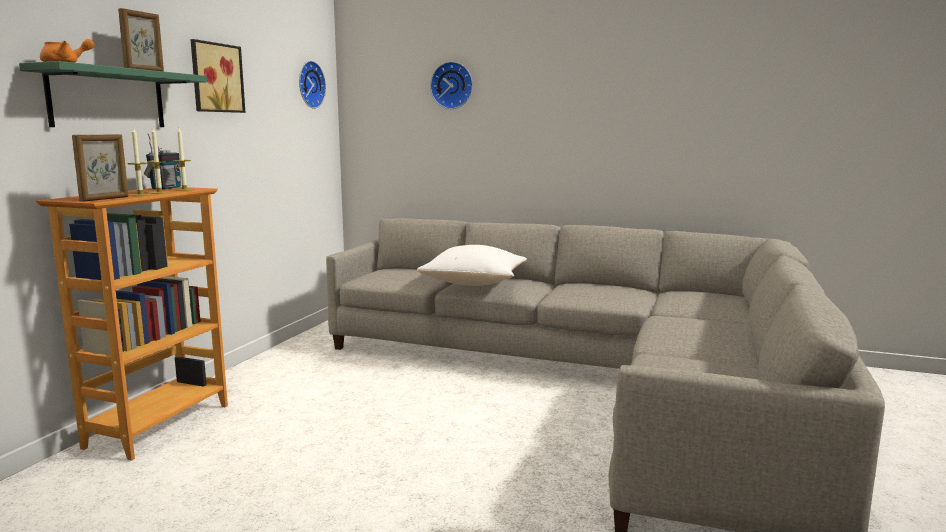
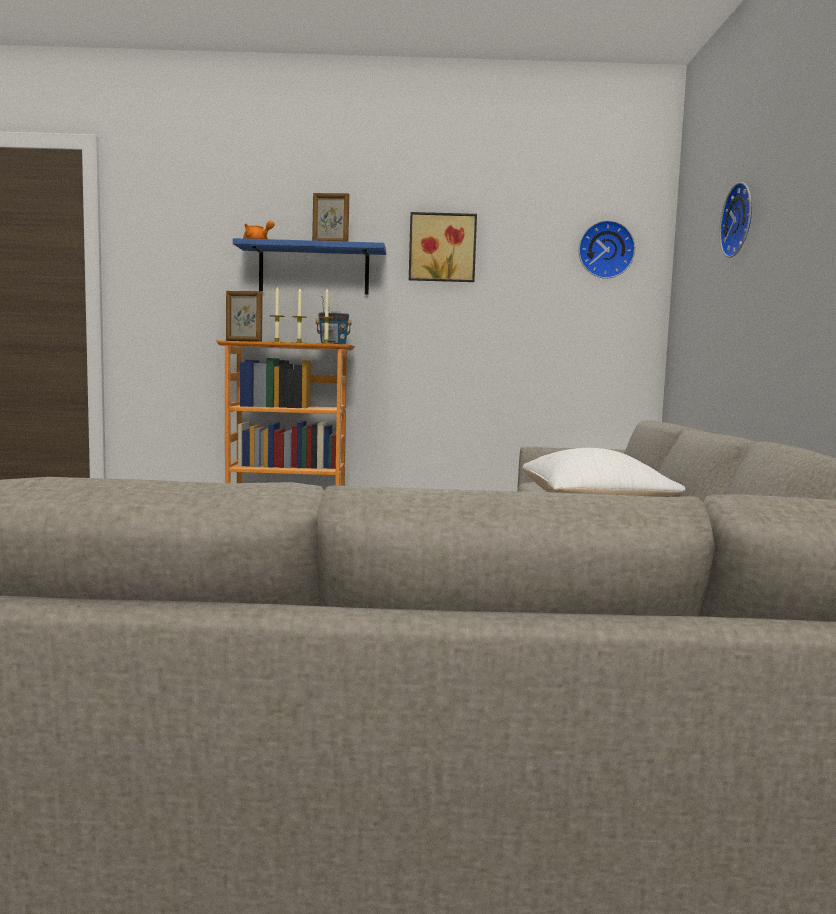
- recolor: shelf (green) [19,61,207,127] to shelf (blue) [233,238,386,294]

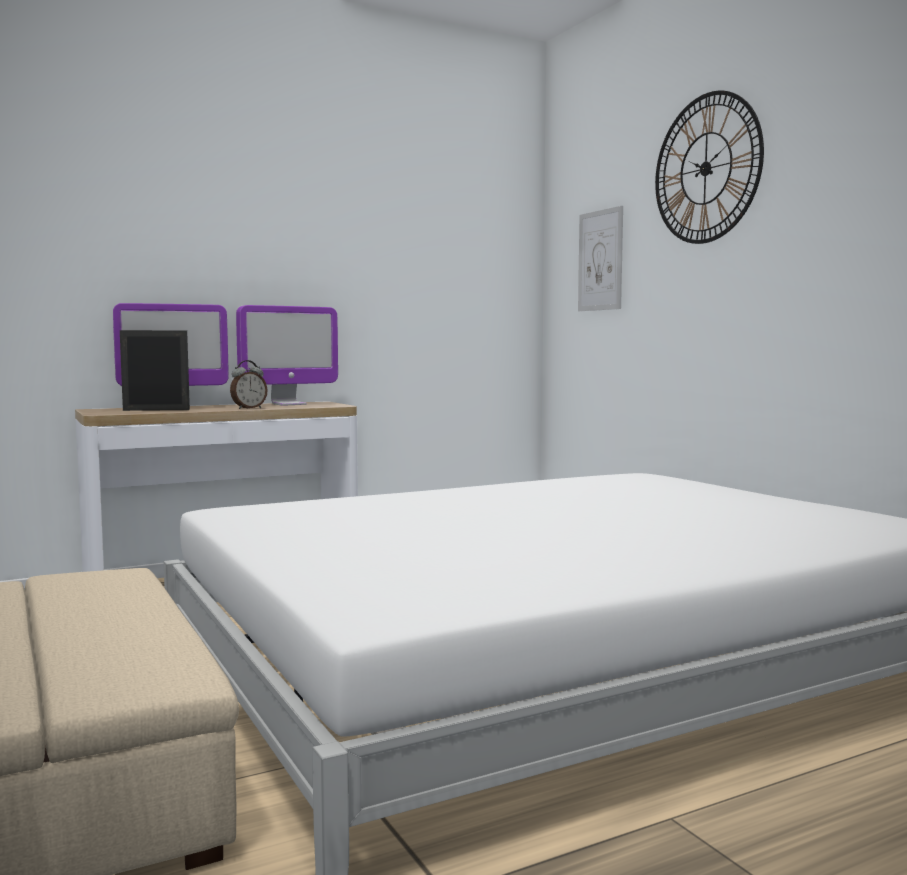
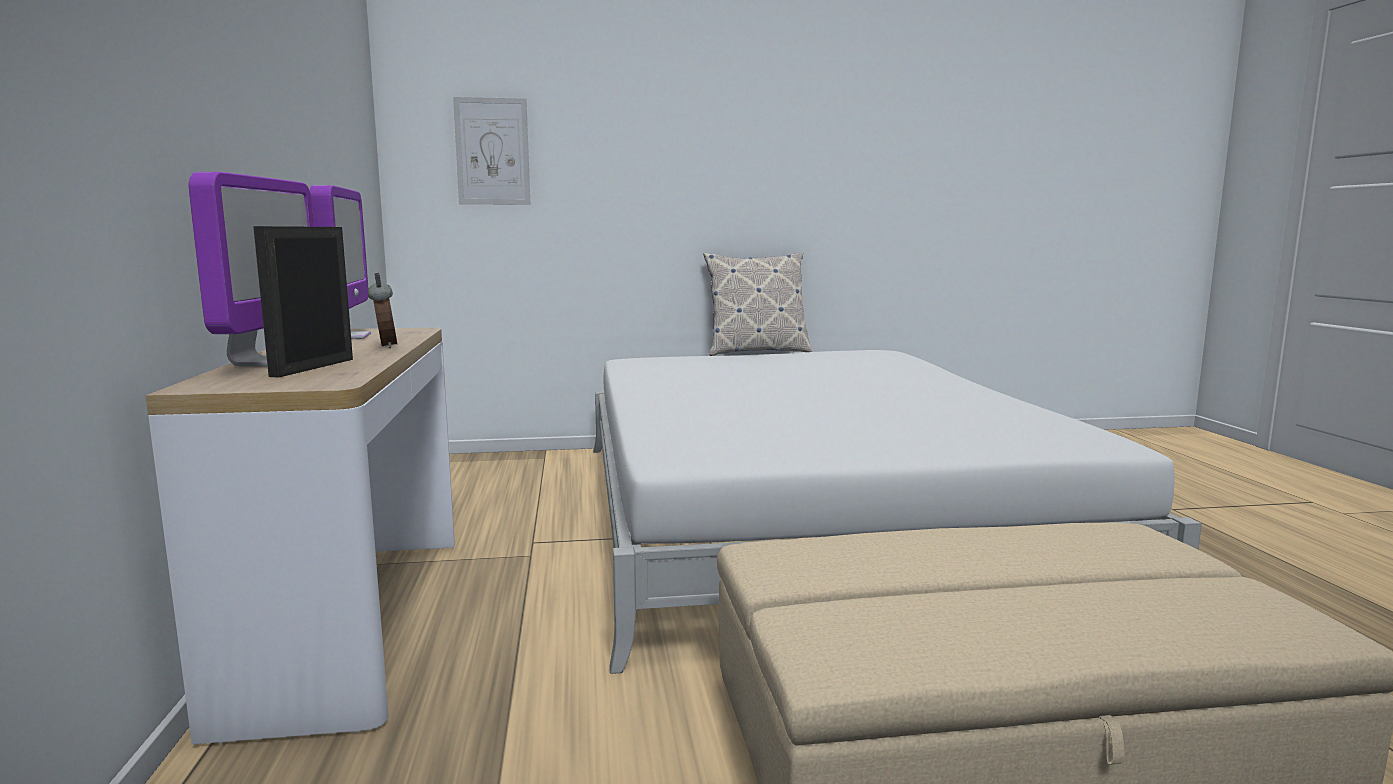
- insert: pillow [704,252,812,356]
- delete: wall clock [655,90,764,244]

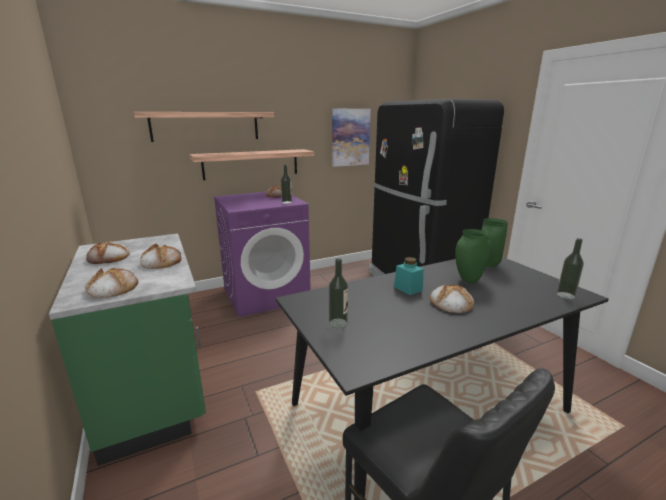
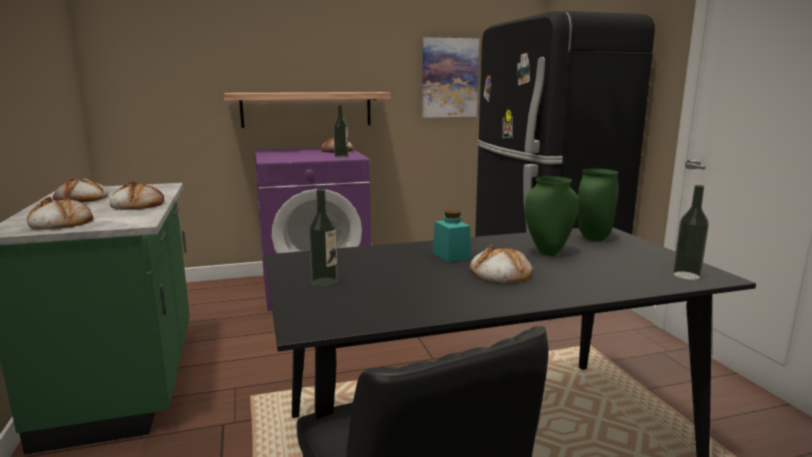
- delete: shelf [134,112,274,142]

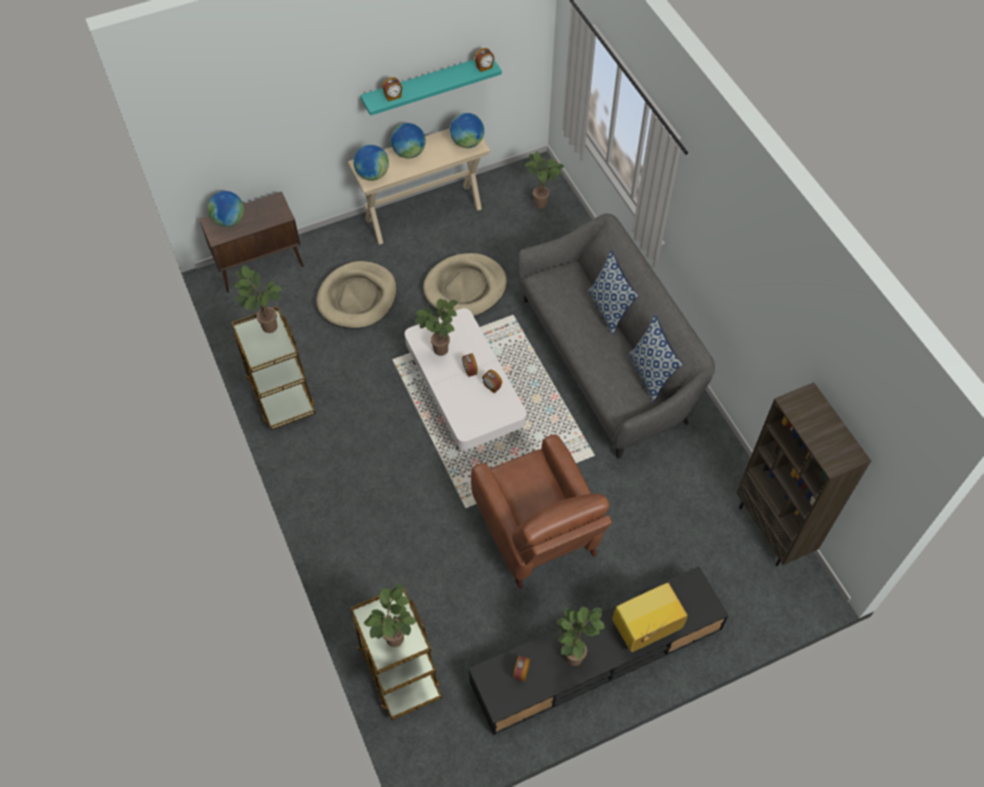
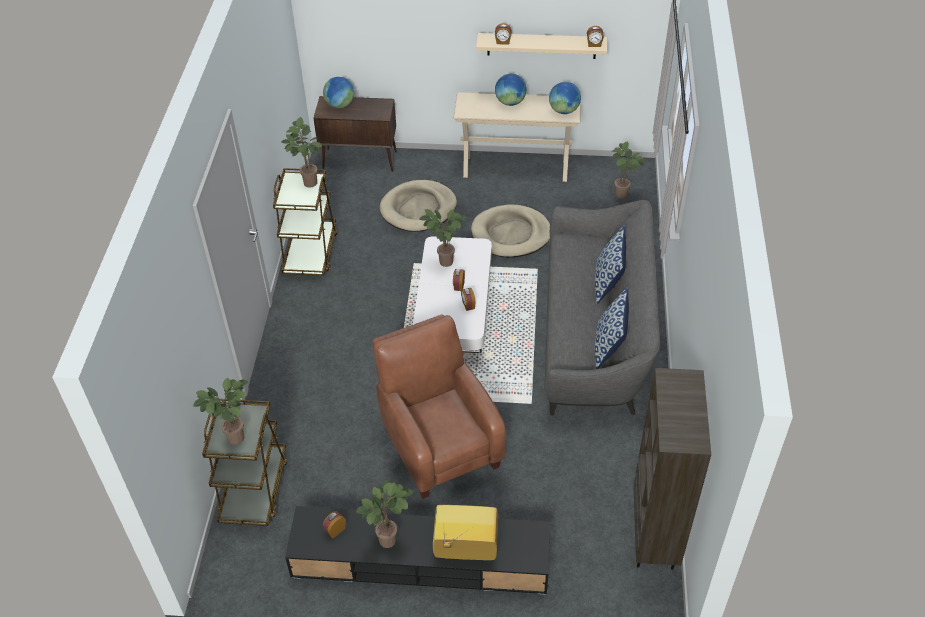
- rotate: armchair (brown) [471,434,612,589] = [372,315,506,499] 150 degrees clockwise
- recolor: shelf (turquoise) [360,59,502,116] to shelf (beige) [476,33,607,59]
- delete: globe [354,145,389,181]

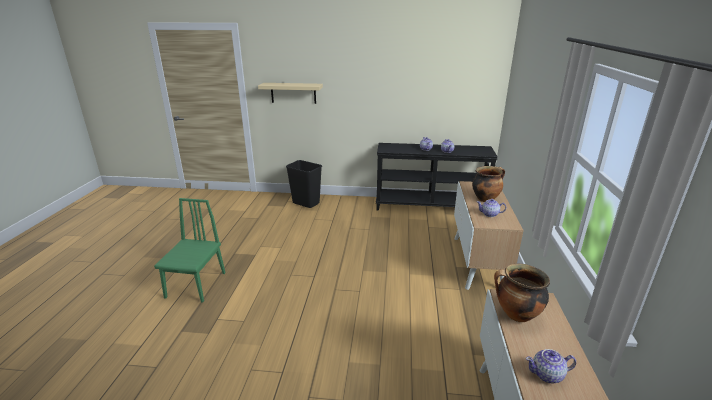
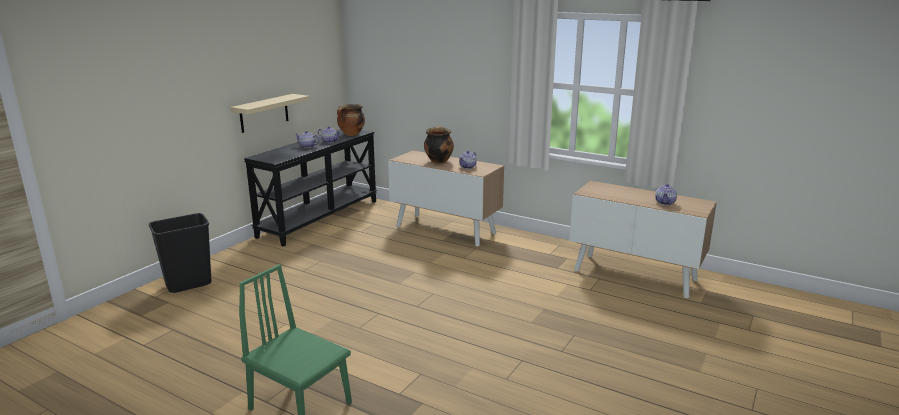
- move: shelf (beige) [258,83,323,104] to [230,94,309,133]
- move: cooking pot [494,264,550,322] to [337,104,365,136]

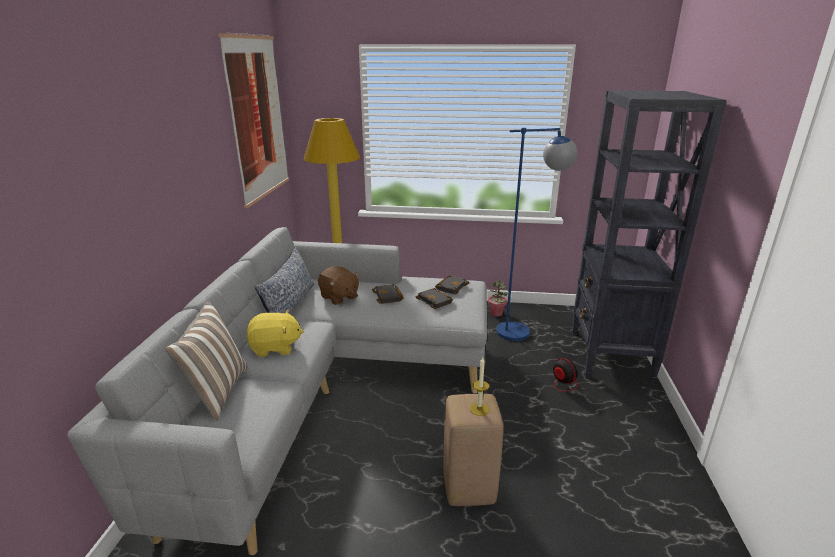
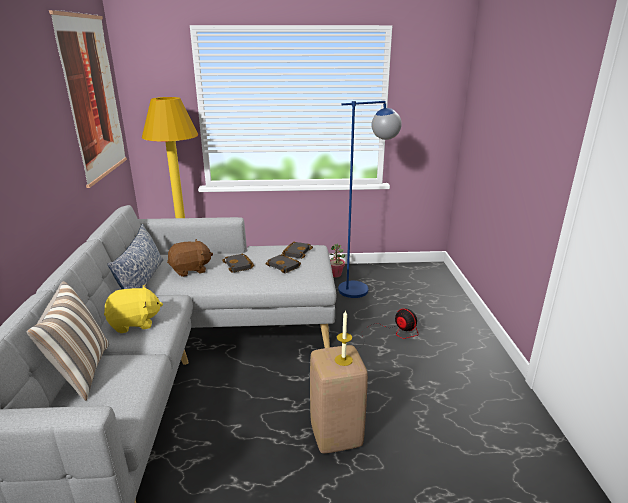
- rotate: plush toy (brown) [318,266,360,305] = [167,239,213,277] 60 degrees counterclockwise
- delete: bookcase (black) [572,90,727,382]

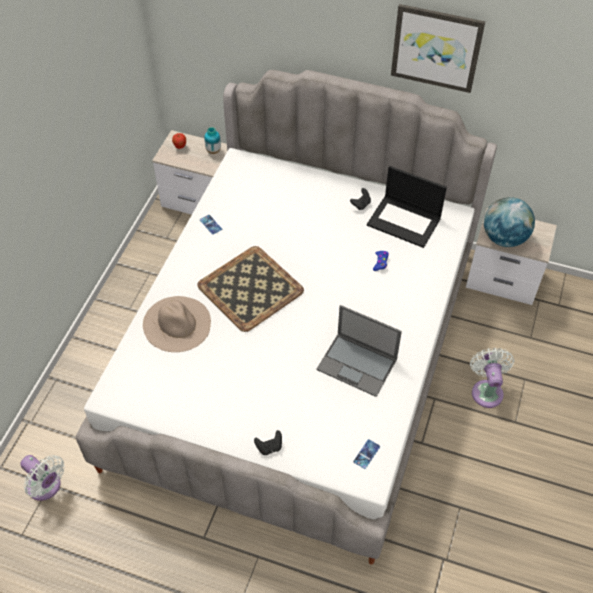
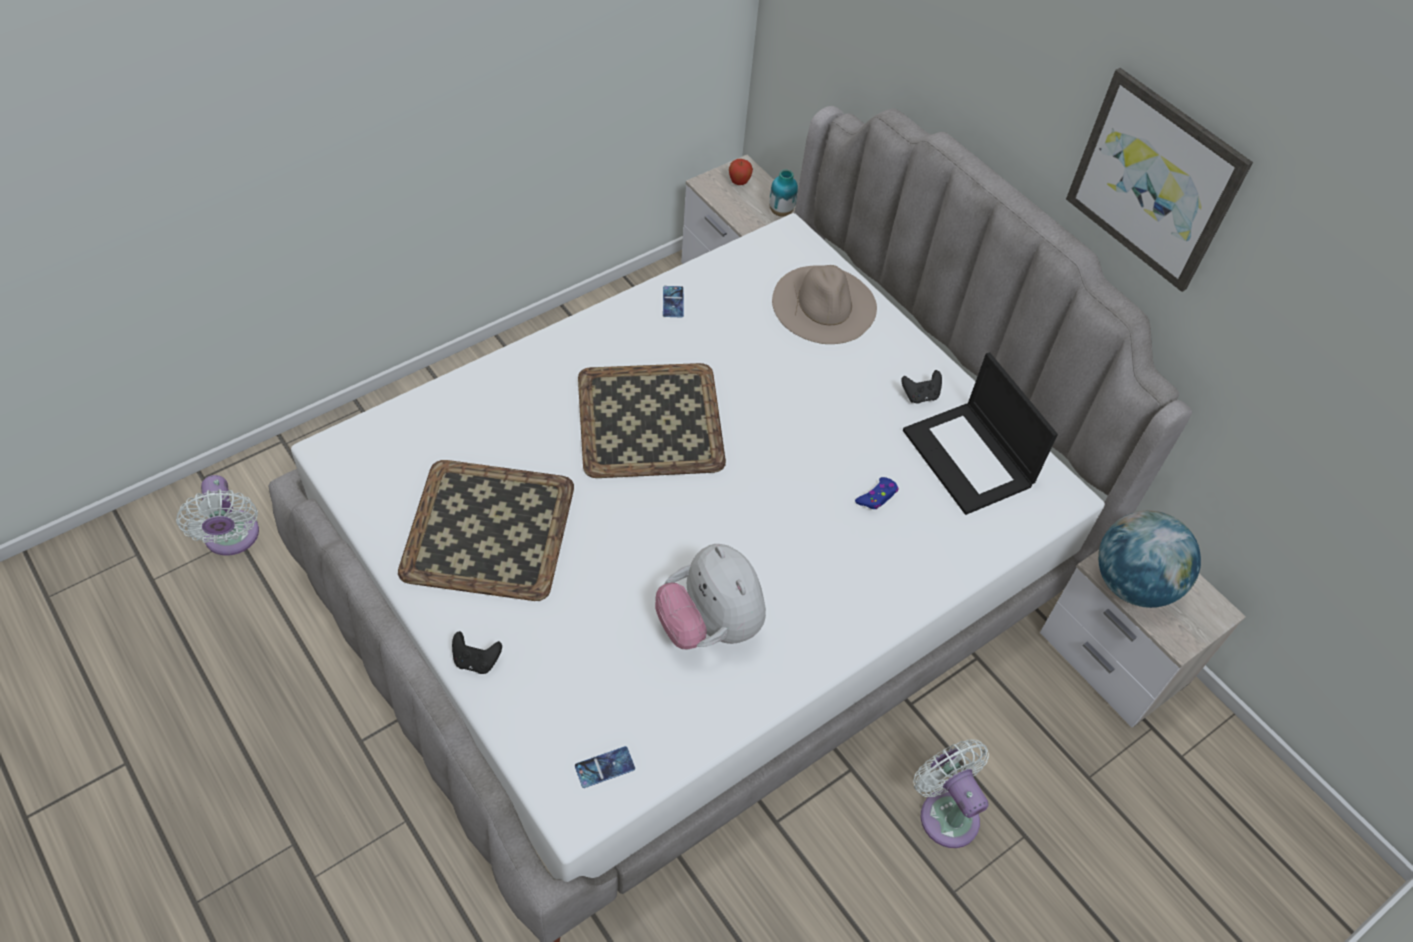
- insert: tray [398,460,574,601]
- replace: laptop [316,305,402,397] to plush toy [655,544,766,650]
- move: hat (beige) [143,296,211,352] to [772,265,877,344]
- rotate: fan (white) [470,348,514,408] = [914,739,989,848] 60 degrees counterclockwise

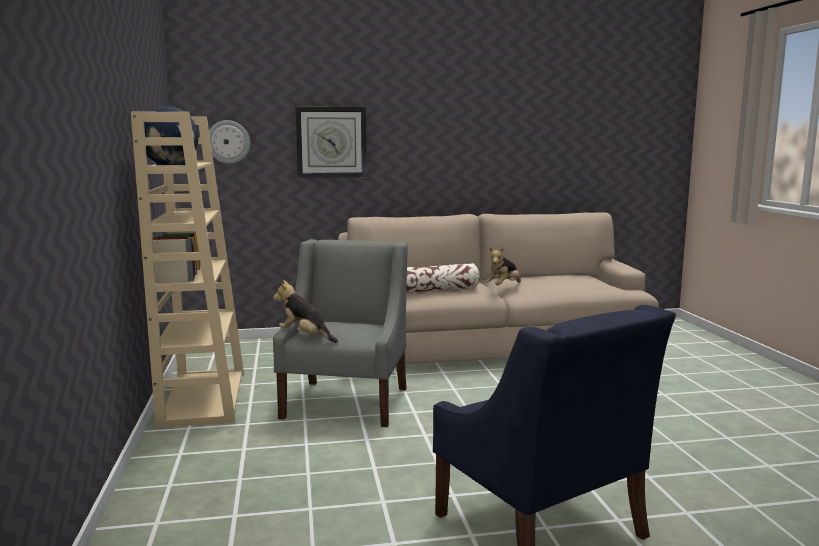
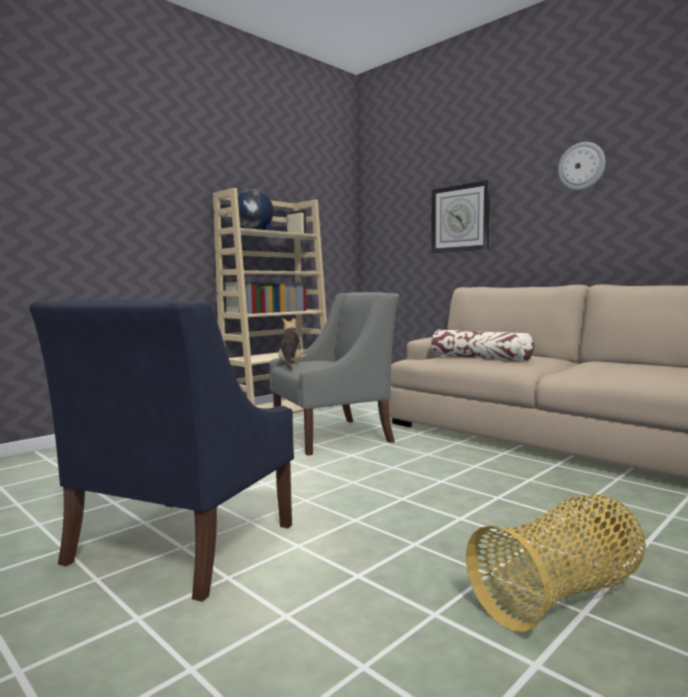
- insert: basket [466,494,646,632]
- move: wall clock [209,120,250,164] to [558,142,605,190]
- delete: plush toy [485,246,521,285]

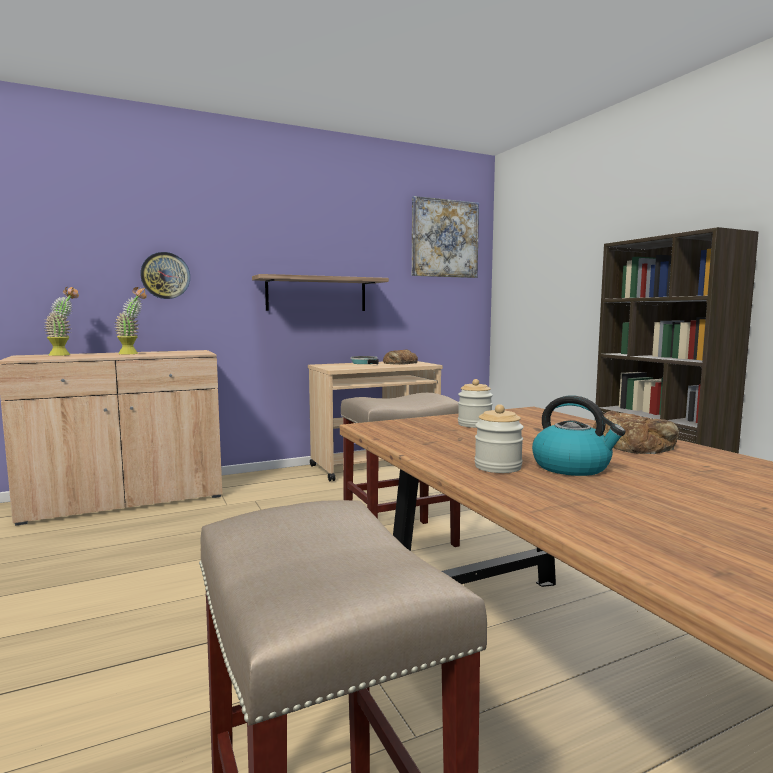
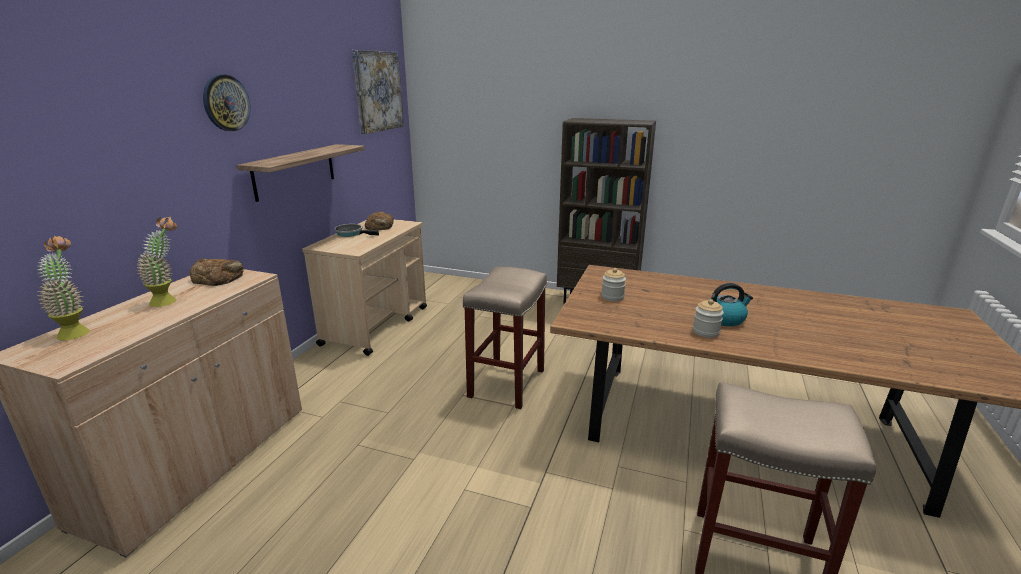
- move: bread [593,410,679,454] to [190,258,244,286]
- move: wall clock [140,252,190,299] to [203,75,250,131]

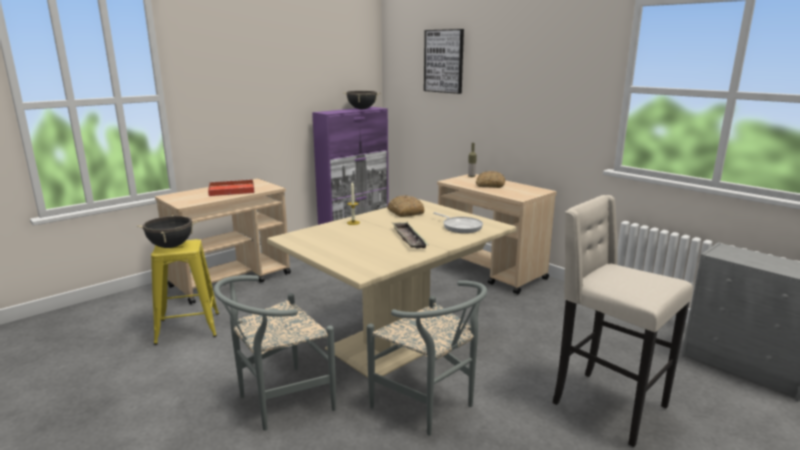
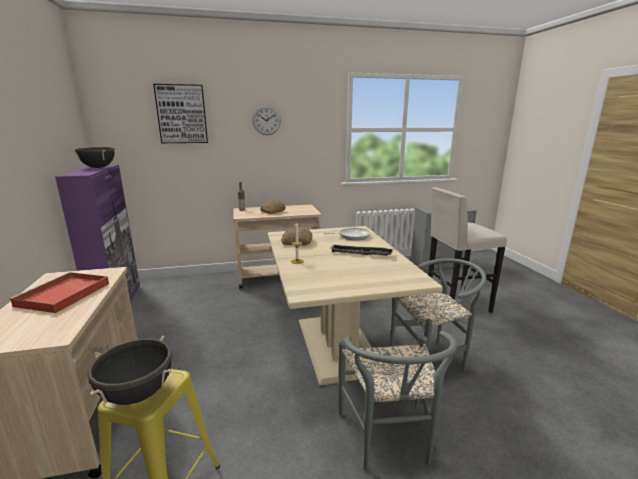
- insert: wall clock [252,105,281,135]

